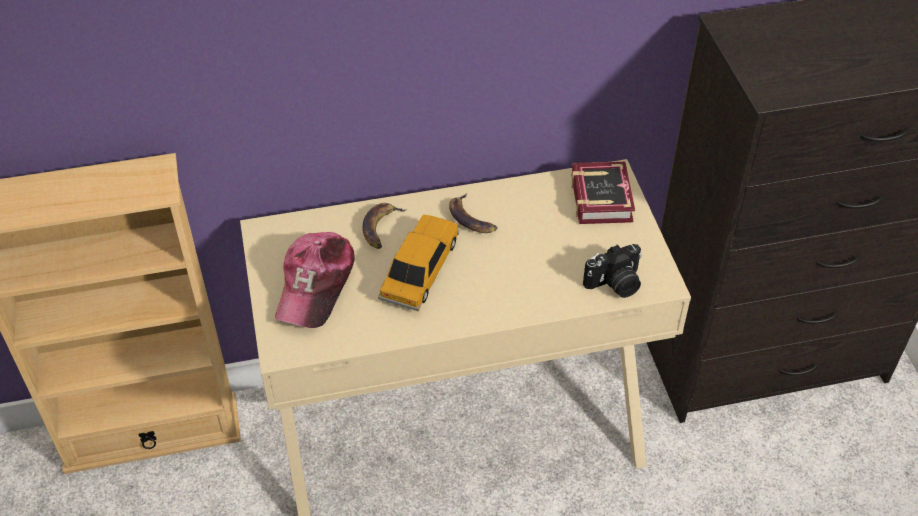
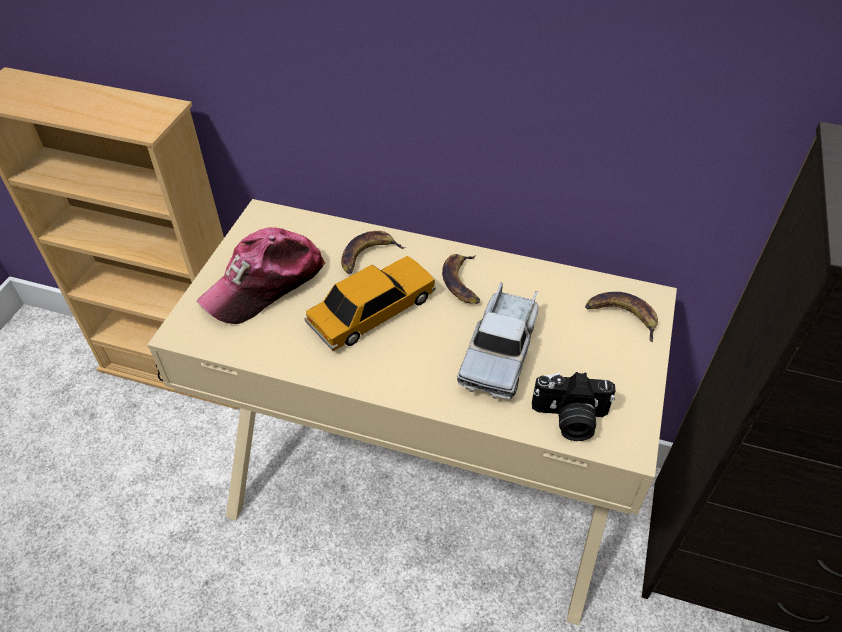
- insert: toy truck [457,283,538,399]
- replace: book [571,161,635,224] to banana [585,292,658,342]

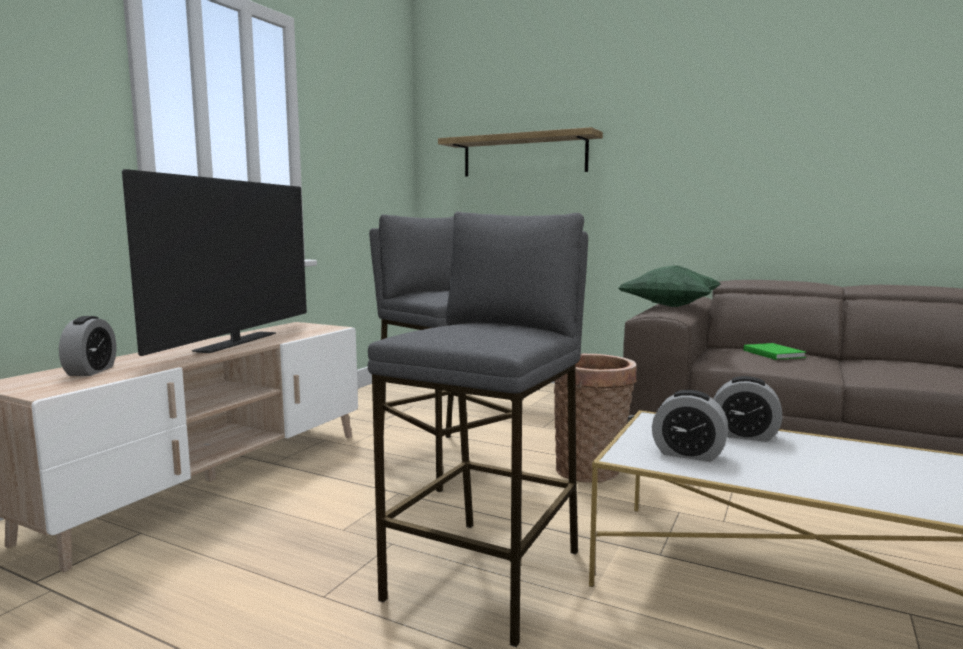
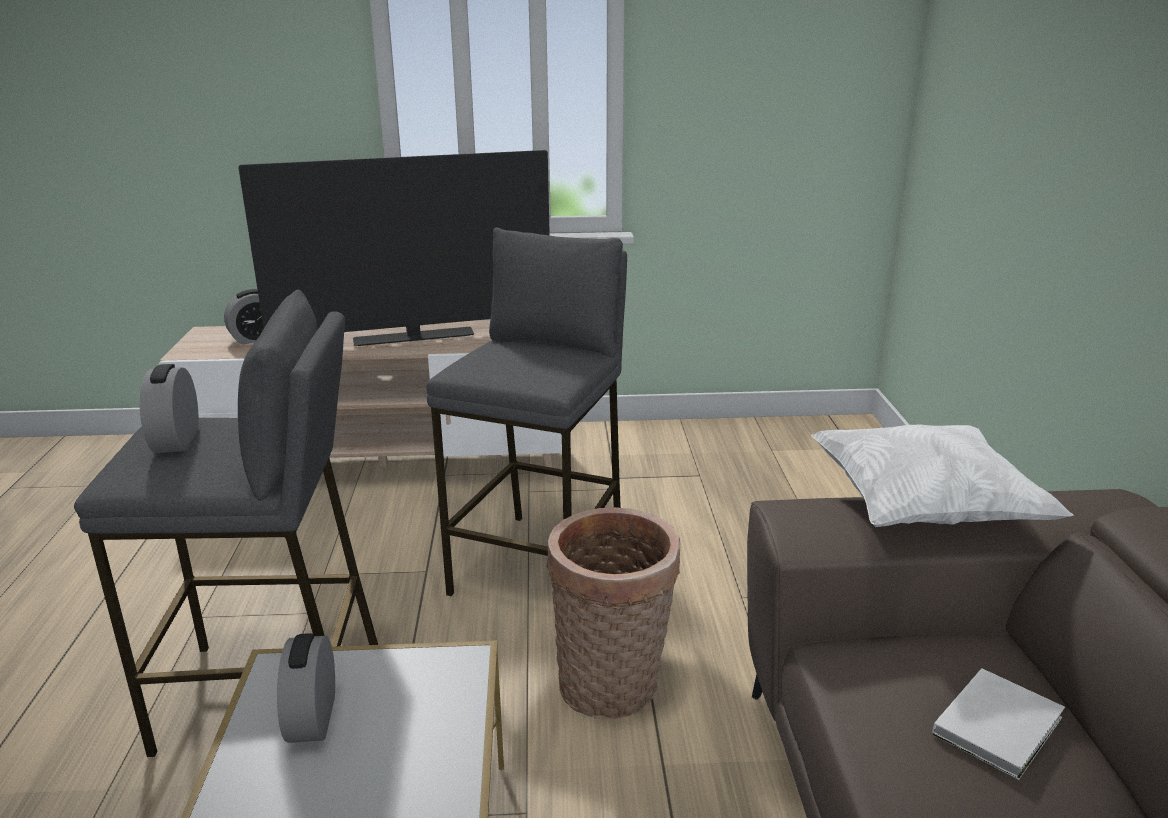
- move: alarm clock [714,376,783,442] to [140,364,198,453]
- recolor: pillow (green) [618,265,720,307] to pillow (white) [811,425,1073,527]
- recolor: book (green) [744,343,806,360] to book (white) [932,668,1065,780]
- delete: shelf [438,127,603,176]

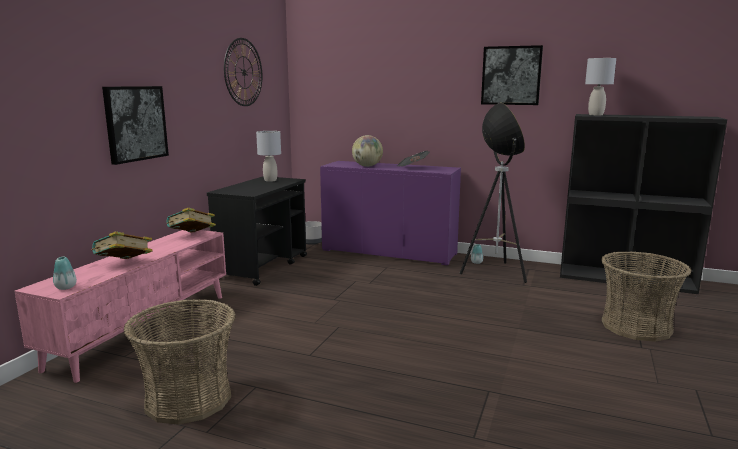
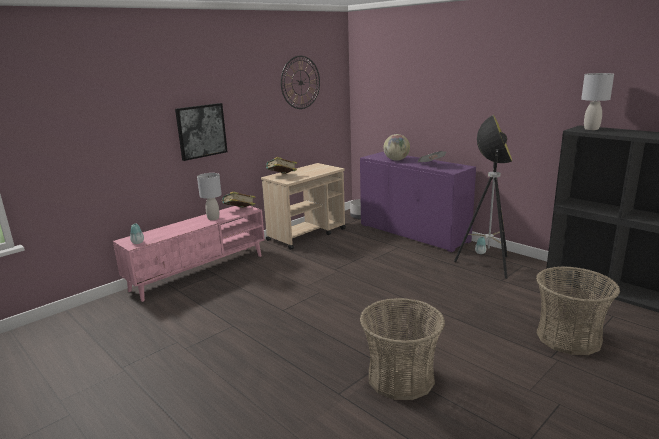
- move: table lamp (grey) [256,131,281,182] to [197,173,222,220]
- recolor: cart (black) [207,176,307,286] to cart (beige) [261,163,346,250]
- move: book [91,231,153,259] to [265,157,297,174]
- move: basket [123,299,235,425] to [360,298,445,400]
- delete: picture [481,45,543,105]

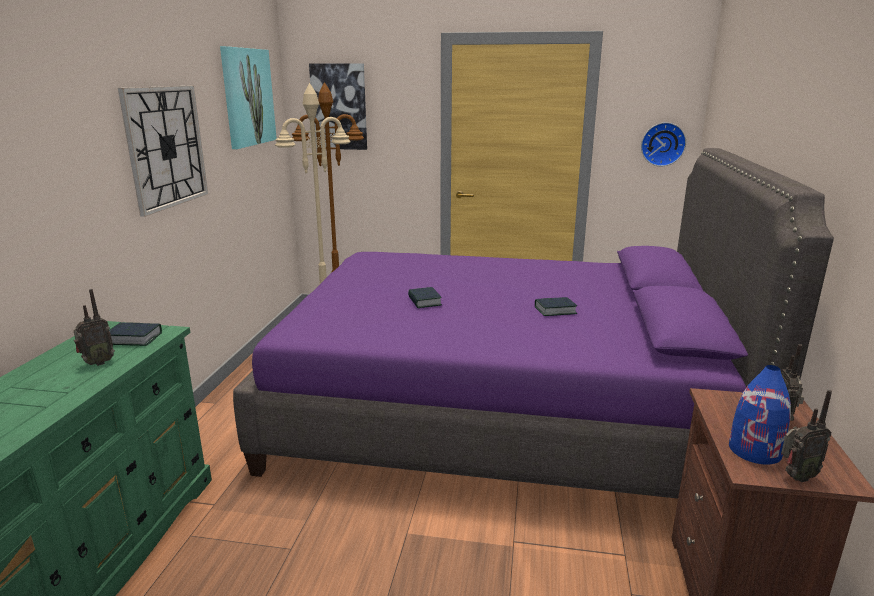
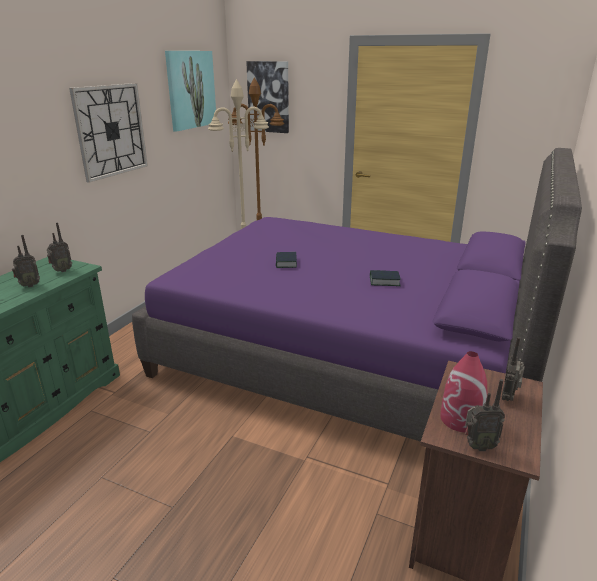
- replace: book [109,323,162,346] to radio [47,222,72,272]
- recolor: vase (blue) [729,365,791,465] to vase (red) [440,351,487,433]
- delete: wall clock [641,122,686,166]

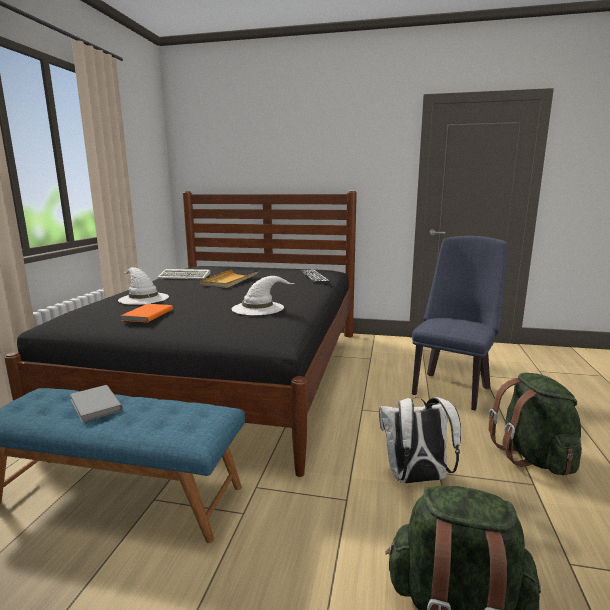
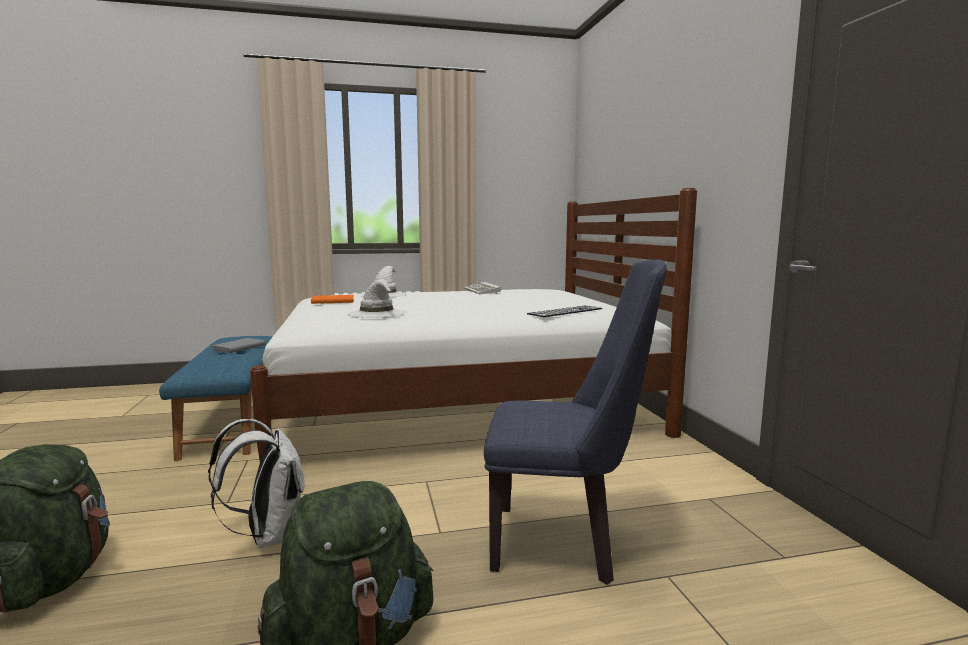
- recolor: bed (black) [4,191,357,477] to bed (white) [250,188,697,461]
- delete: tray (beige) [200,269,258,288]

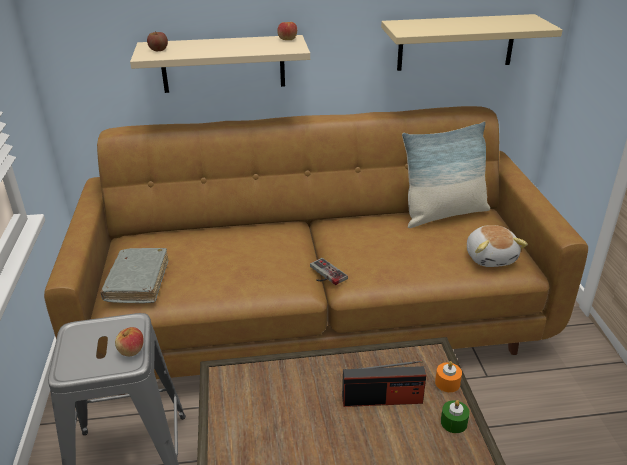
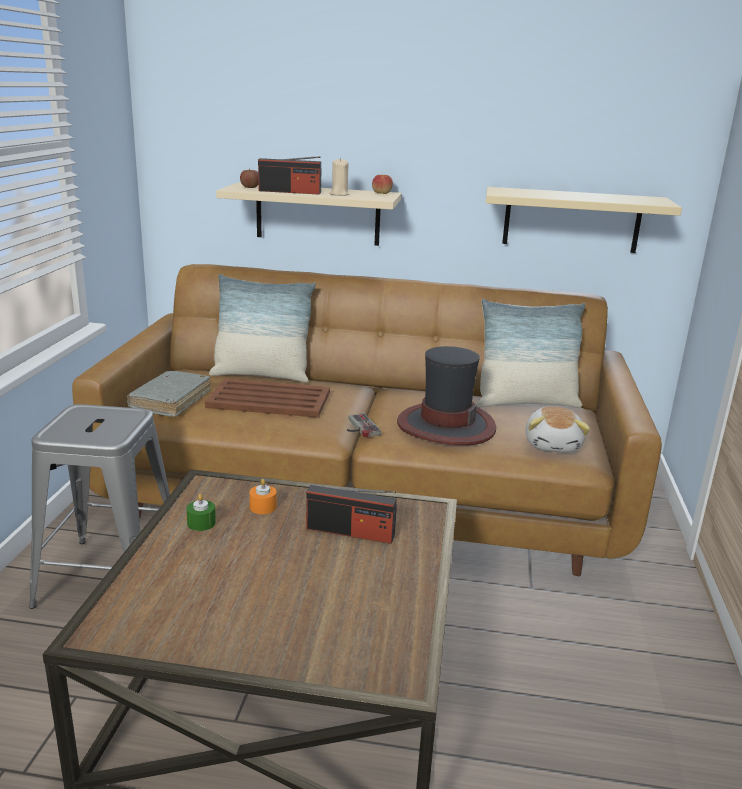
- move: candle (green) [441,400,470,433] to [186,494,216,531]
- insert: tray (brown) [205,378,330,418]
- insert: pillow [209,274,316,382]
- move: candle (orange) [435,361,462,392] to [249,479,277,514]
- insert: radio [258,156,321,195]
- insert: candle (beige) [329,158,349,196]
- insert: hat [397,346,496,446]
- delete: apple [115,327,144,356]

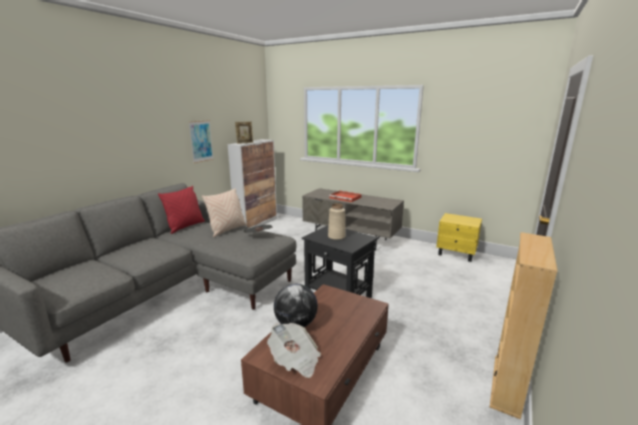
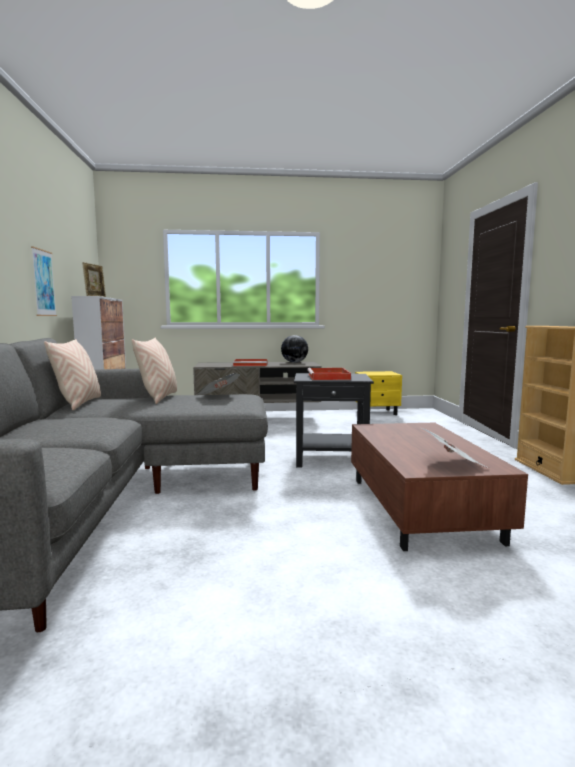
- recolor: pillow (red) [158,186,205,234] to pillow (beige) [44,339,101,410]
- move: globe [274,284,318,327] to [281,335,308,363]
- replace: vase (beige) [328,203,345,240] to tray (red) [307,368,351,380]

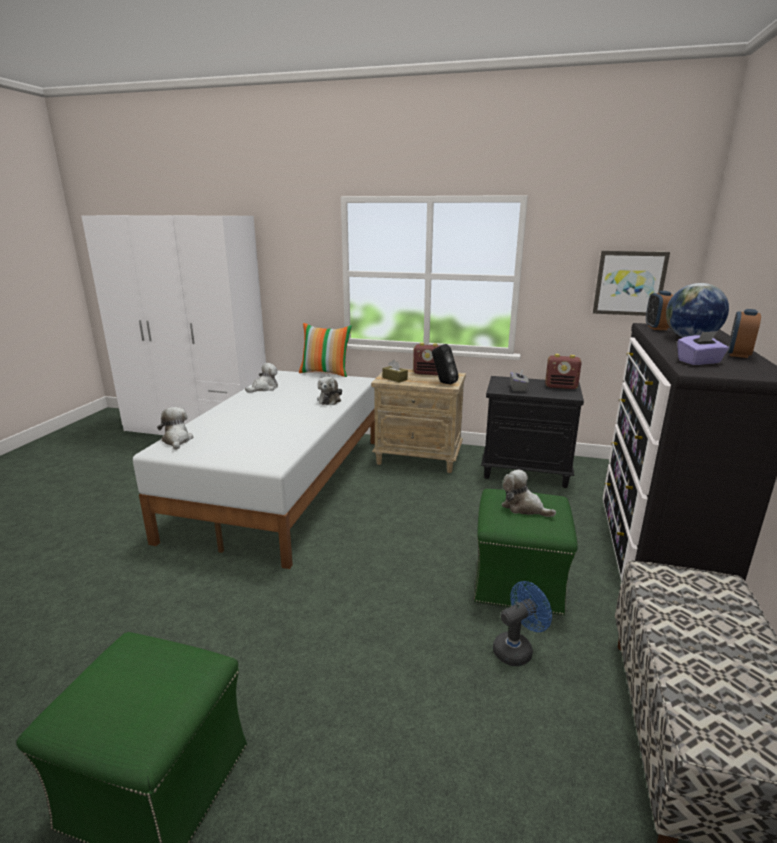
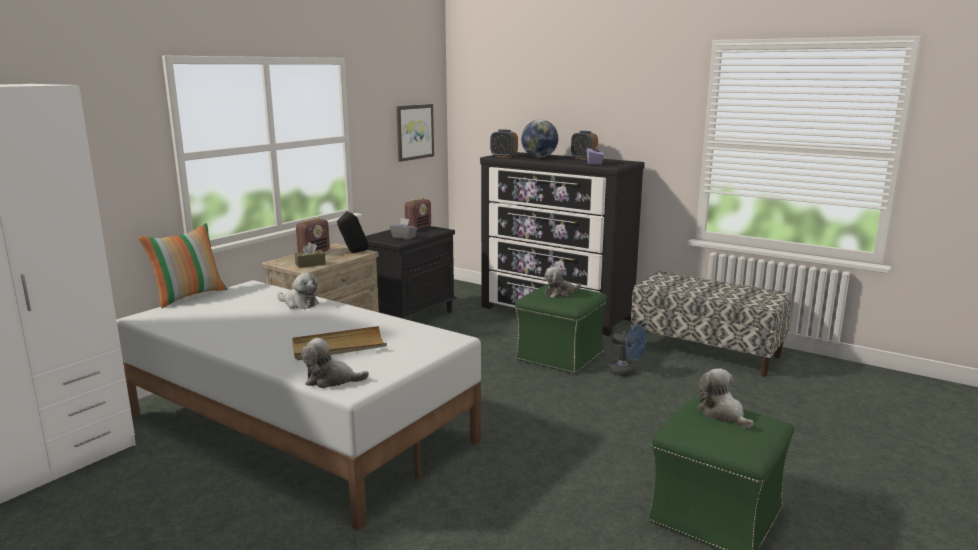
- insert: tray (beige) [292,326,387,360]
- rotate: fan (blue) [493,581,552,666] = [609,325,647,377] 135 degrees clockwise
- move: plush toy [245,363,278,392] to [697,368,754,429]

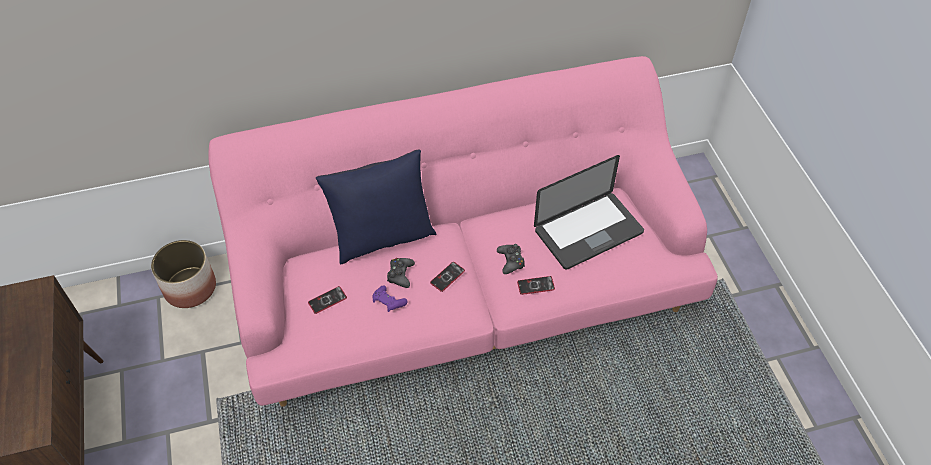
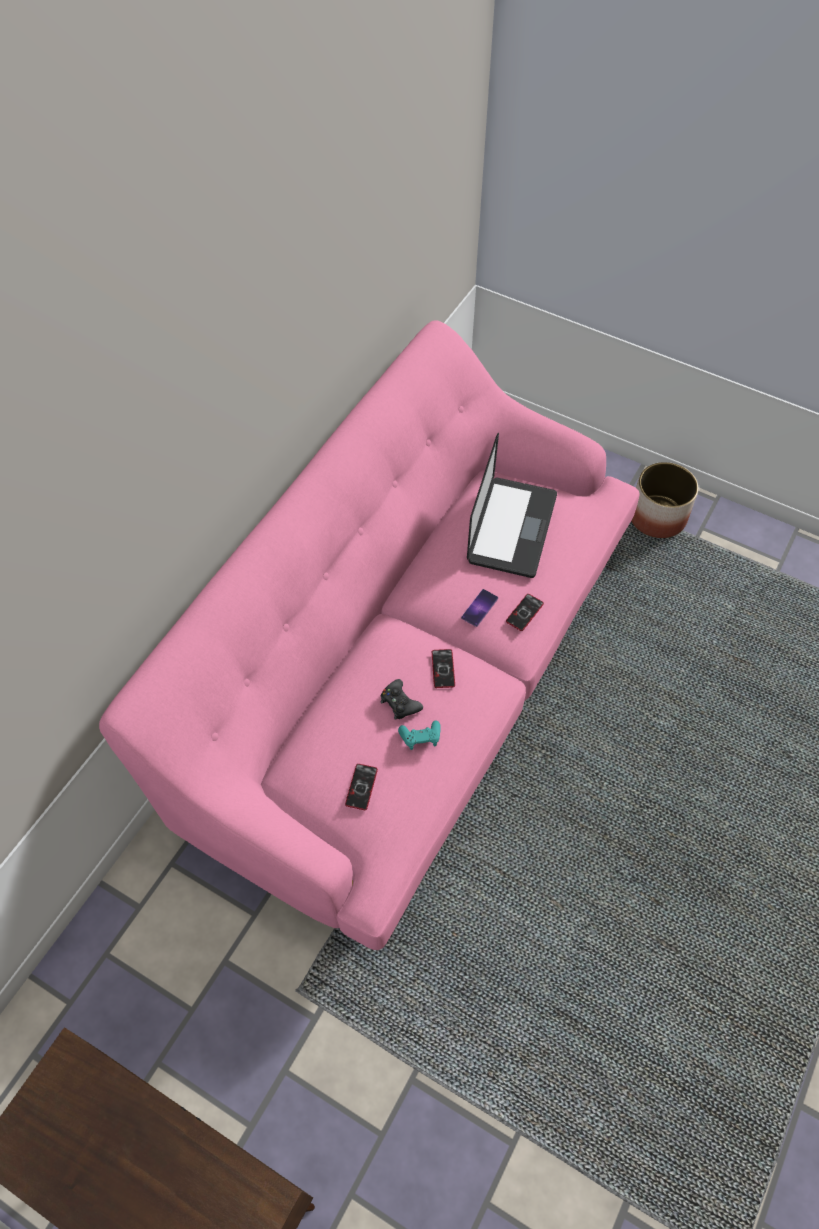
- recolor: game controller (purple) [372,285,408,312] to game controller (turquoise) [398,721,441,750]
- replace: game controller (black) [497,244,525,274] to phone [461,589,498,627]
- move: planter [151,240,216,308] to [631,462,698,538]
- delete: pillow (blue) [316,149,437,264]

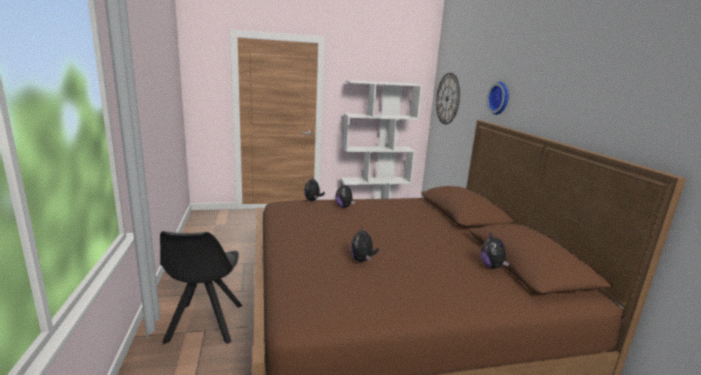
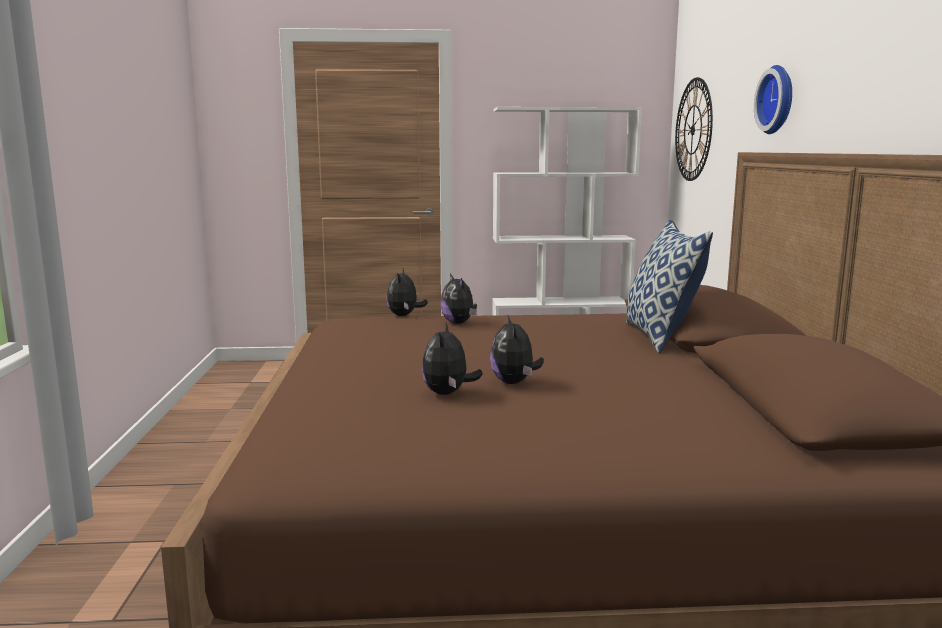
- move: plush toy [481,233,509,268] to [490,316,544,384]
- insert: pillow [626,219,713,353]
- delete: chair (black) [160,231,242,344]

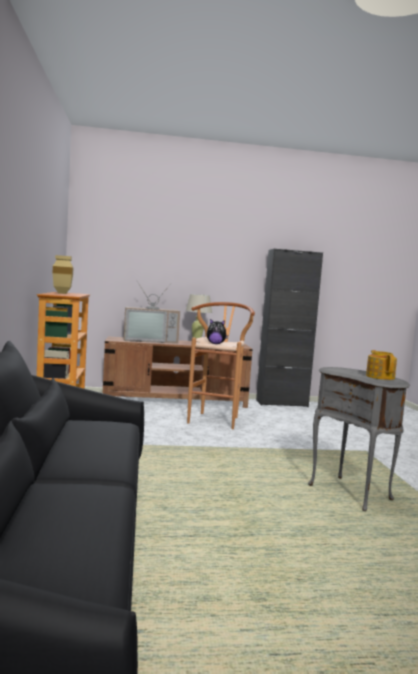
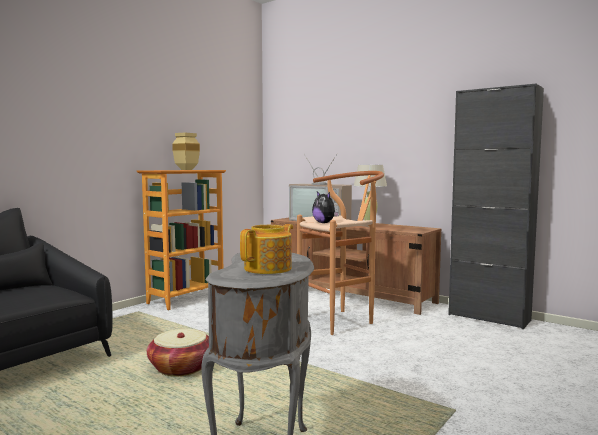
- insert: basket [147,329,209,377]

